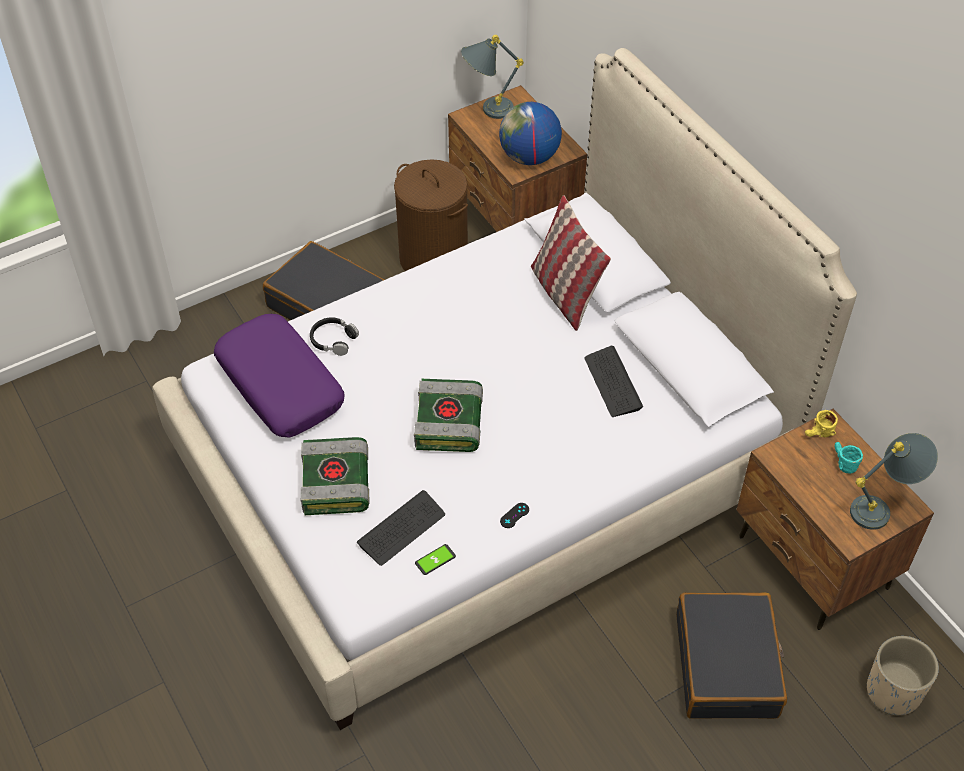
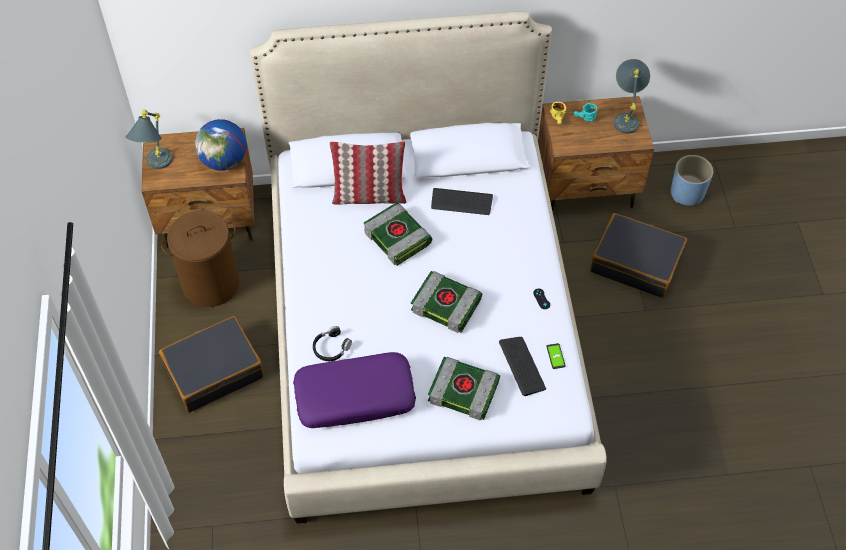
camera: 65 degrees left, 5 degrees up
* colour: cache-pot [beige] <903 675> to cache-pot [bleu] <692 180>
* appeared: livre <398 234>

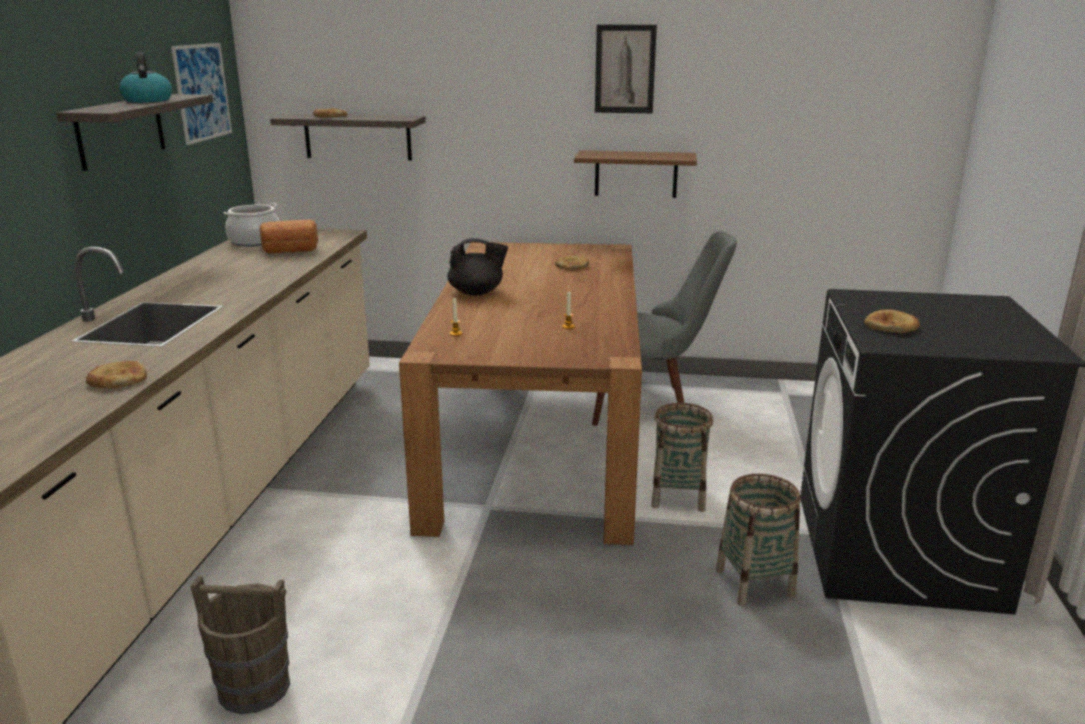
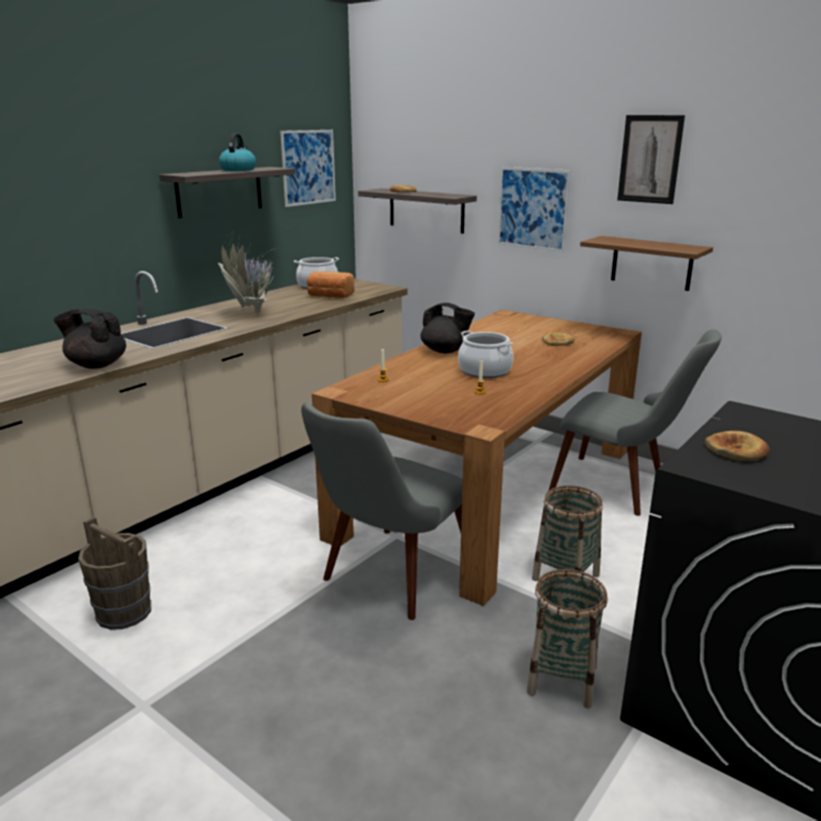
camera: 30 degrees right, 0 degrees up
* exchanged: pain <116 374> to théière [noir] <89 338>
* appeared: tableau <534 209>
* appeared: plante en pot <261 271>
* appeared: marmite <485 354>
* appeared: chaise [gris] <382 511>

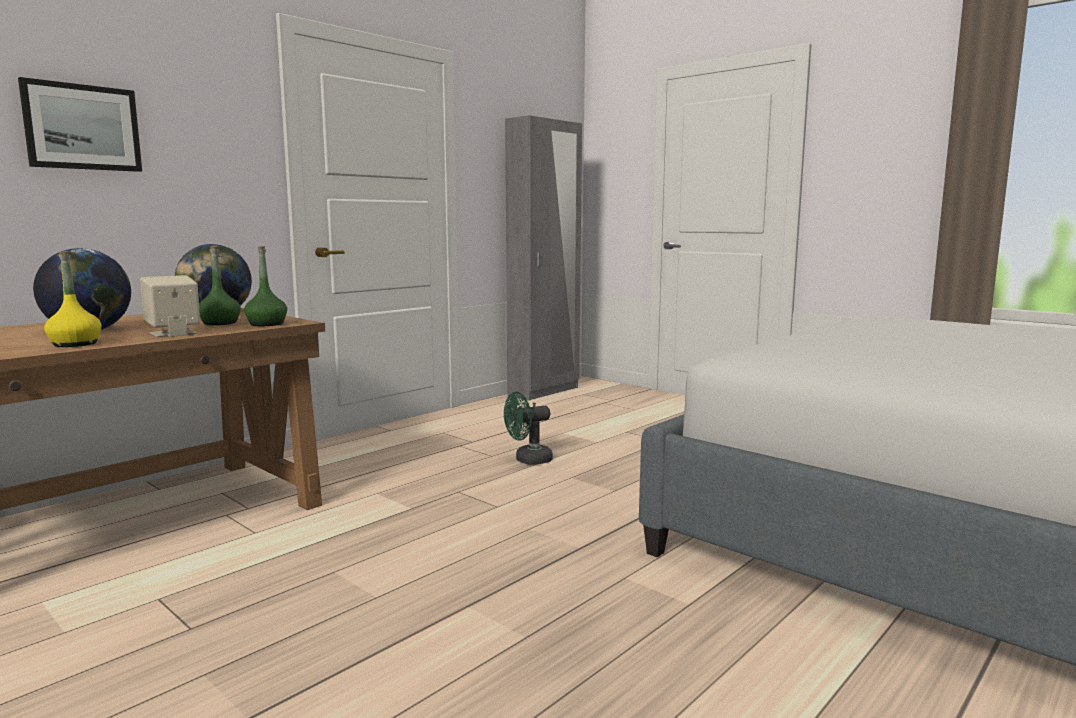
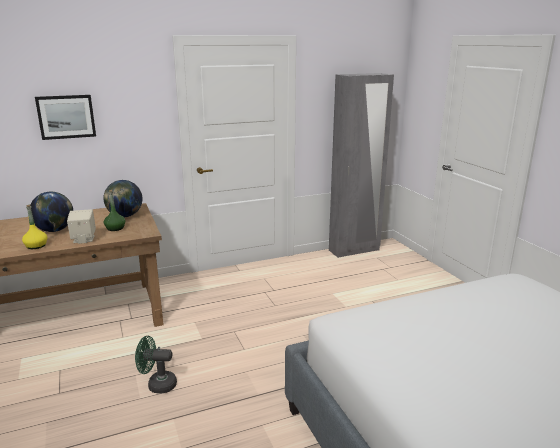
camera: 25 degrees right, 10 degrees up
* missing: bouteille [vert] <265 286>
* relocated: ventilateur [vert] <528 428> to <156 365>

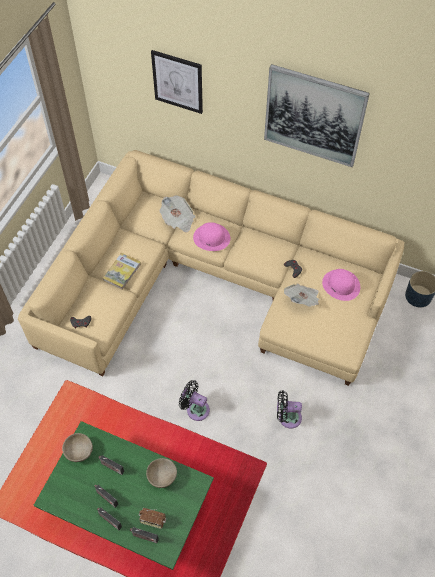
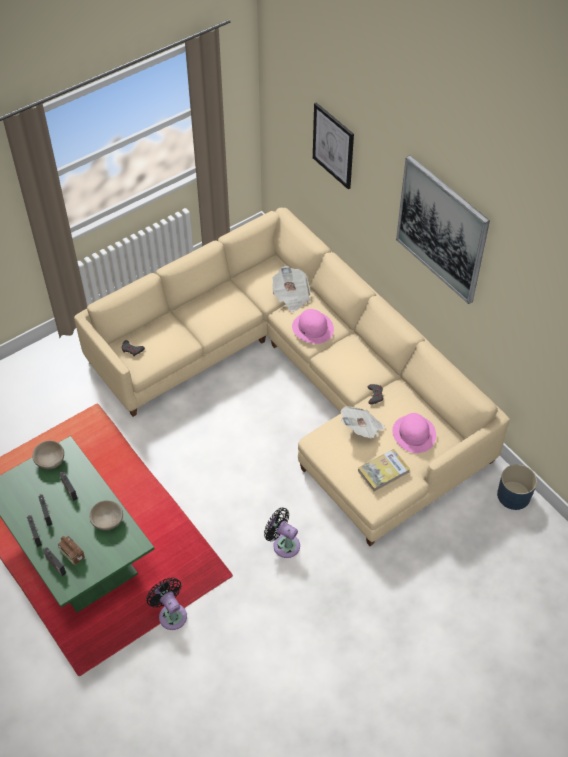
camera: 30 degrees right, 5 degrees down
* relocated: livre <122 271> to <384 470>
* relocated: ventilateur [noir] <194 400> to <166 604>

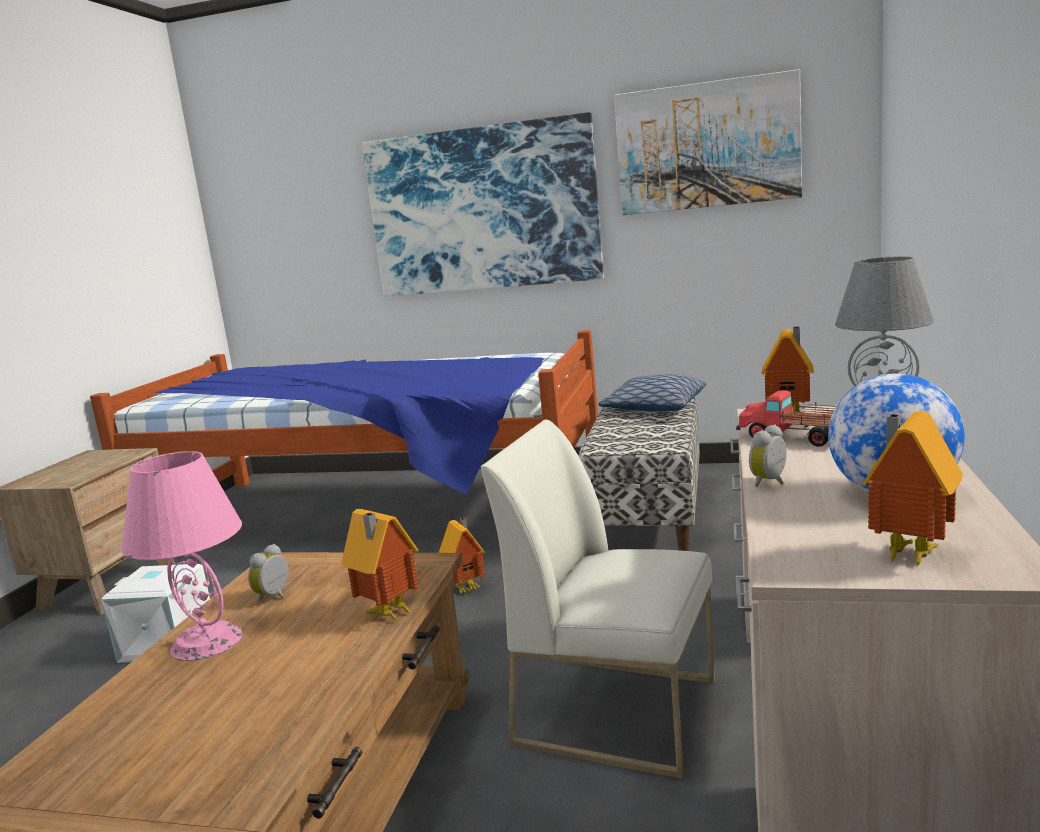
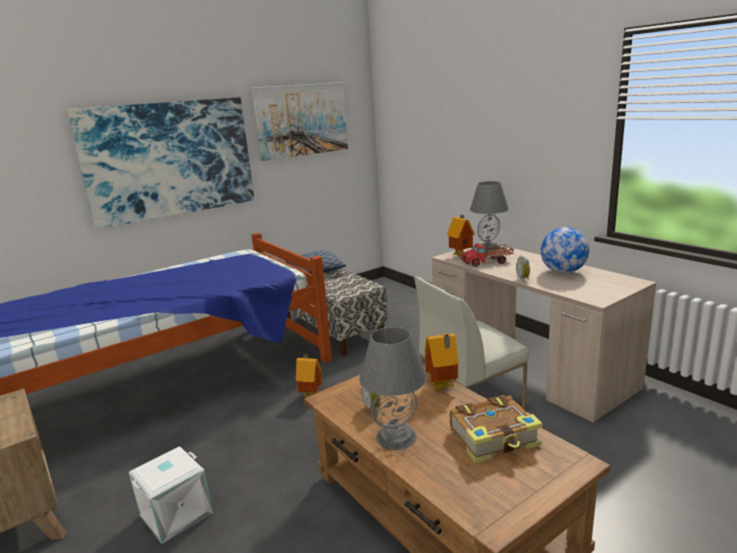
camera: 50 degrees left, 5 degrees up
* missing: maison miniature <912 490>
* colour: lampe de table [rose] <182 556> to lampe de table [gris] <393 388>
* appeared: livre <496 429>

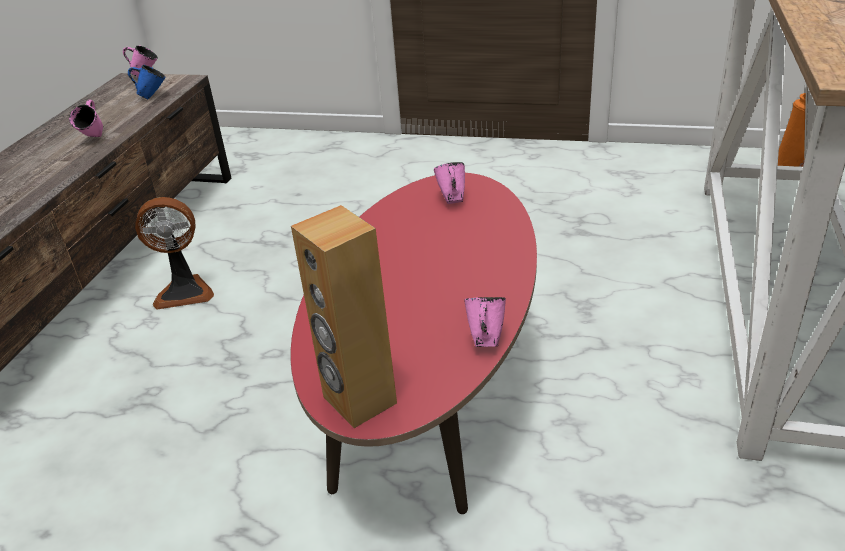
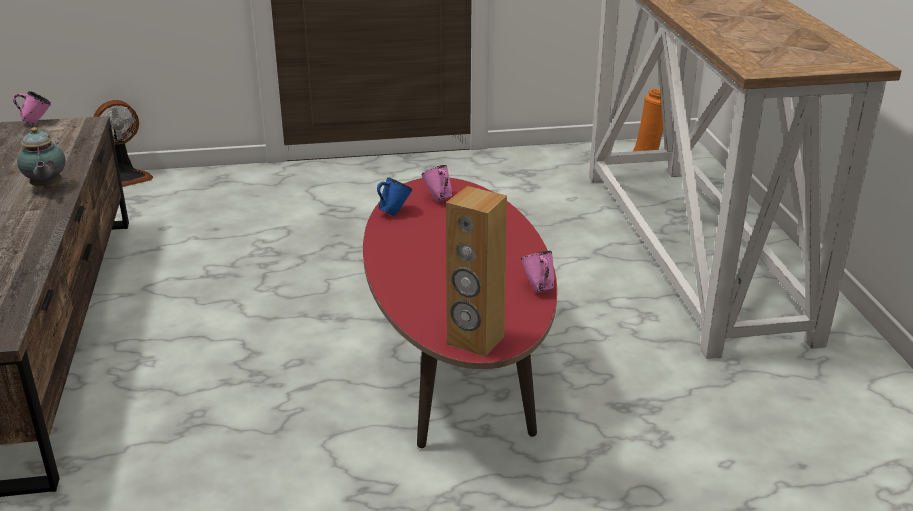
camera: 25 degrees left, 5 degrees down
* relocated: mug [bleu] <147 82> to <394 196>
* exchanged: mug [rose] <86 118> to théière <41 158>
* relocated: ventilateur <174 253> to <123 143>

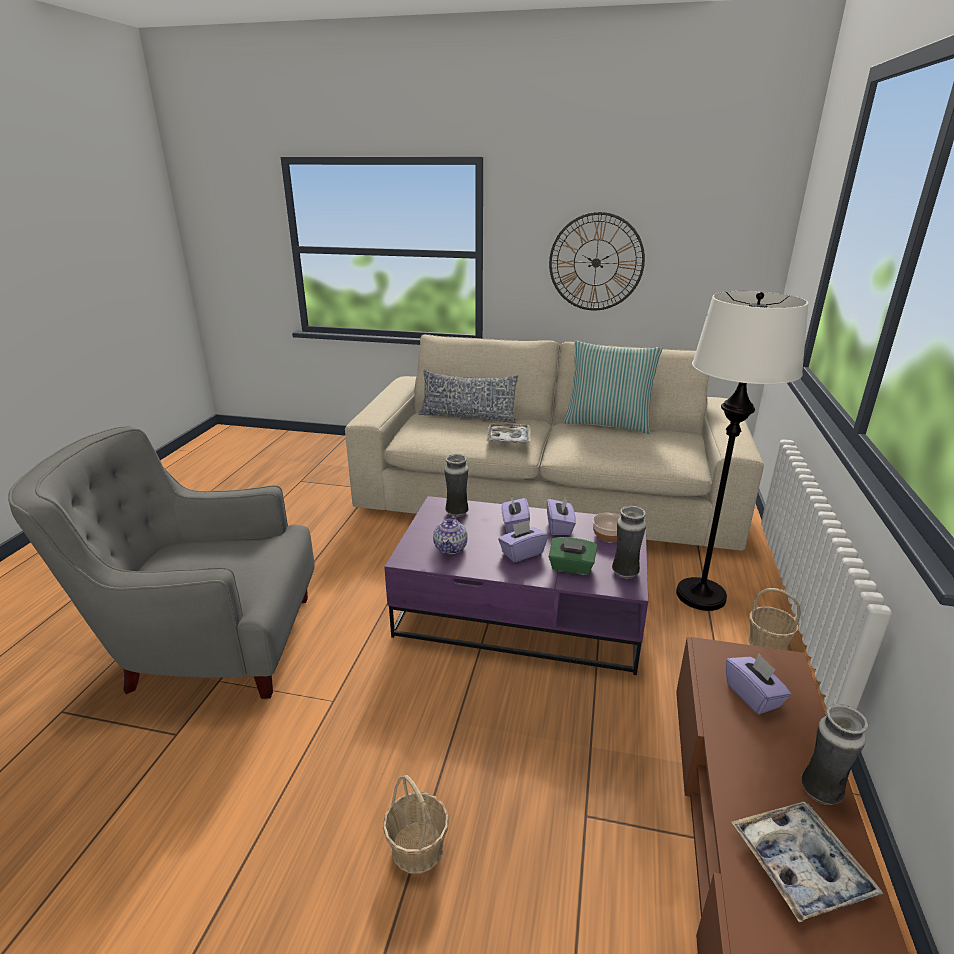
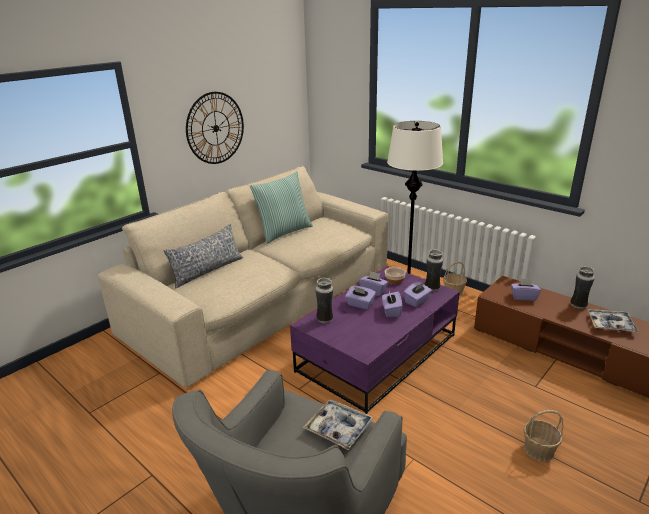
camera: 60 degrees left, 0 degrees up
* relocated: plateau <509 433> to <338 424>
* missing: théière <450 534>
* colour: boîte à mouchoirs [vert] <573 556> to boîte à mouchoirs [violet] <417 294>

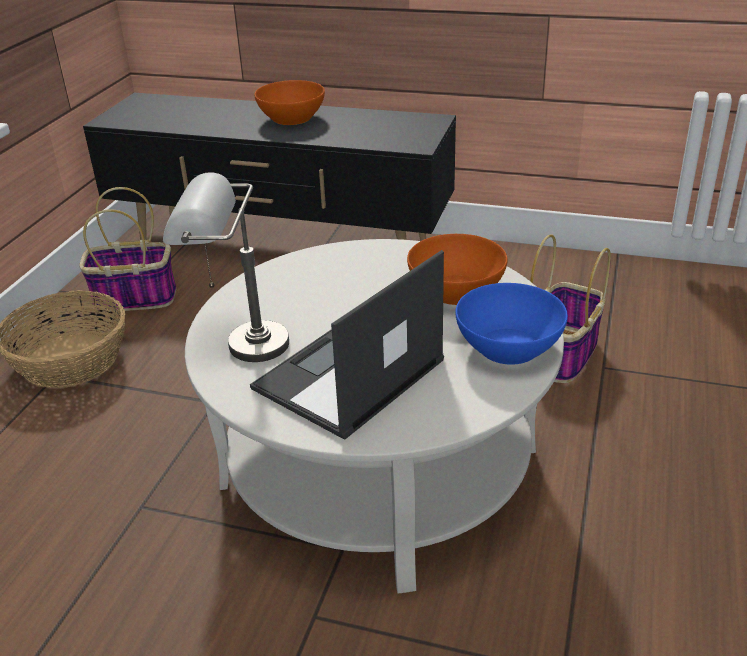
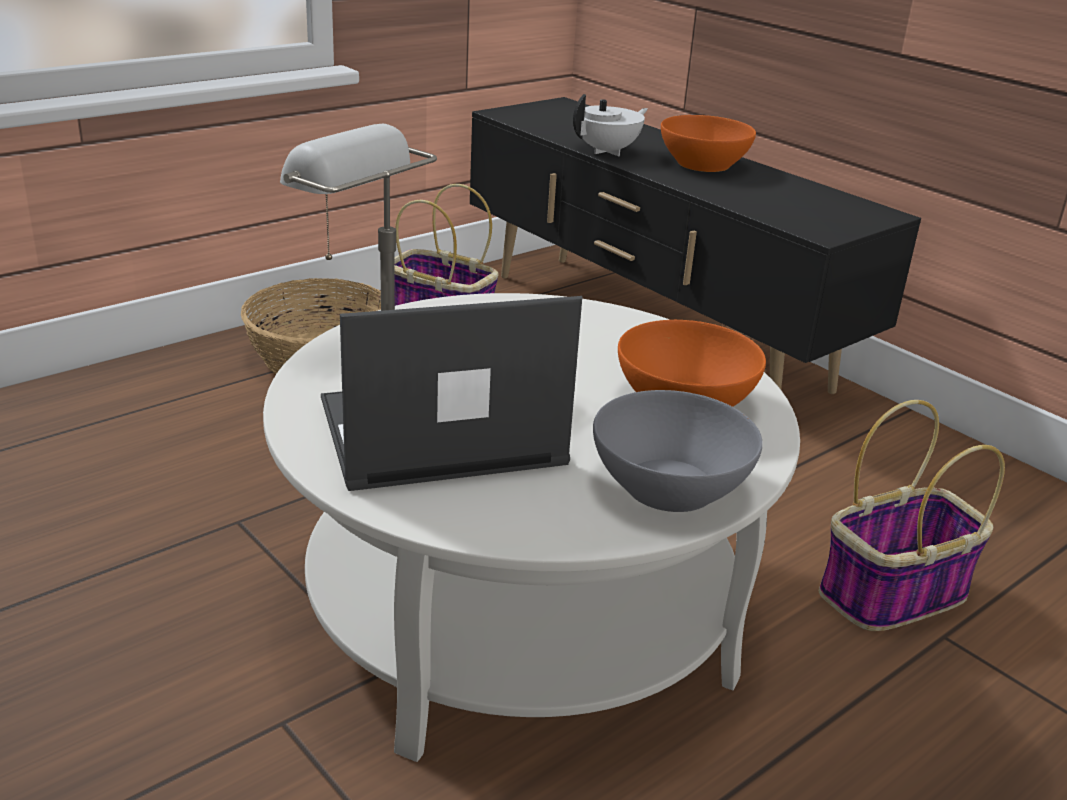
camera: 30 degrees right, 5 degrees down
* colour: bol [bleu] <511 324> to bol [gris] <678 451>
* appeared: théière [blanc] <610 125>

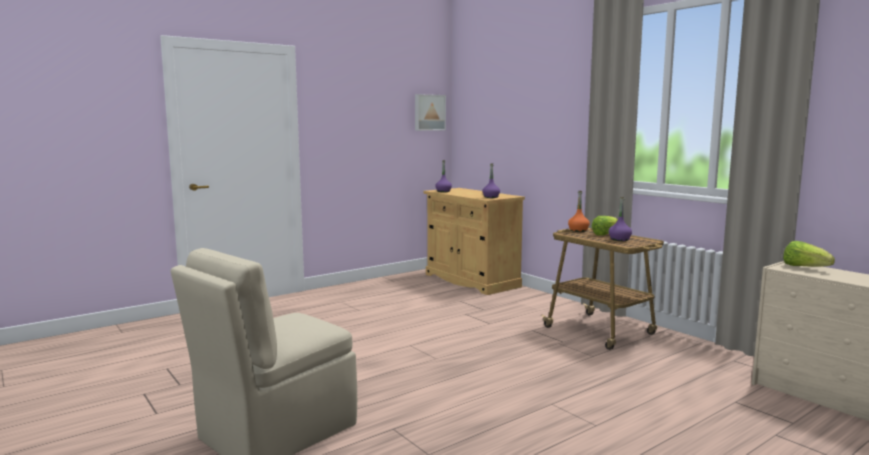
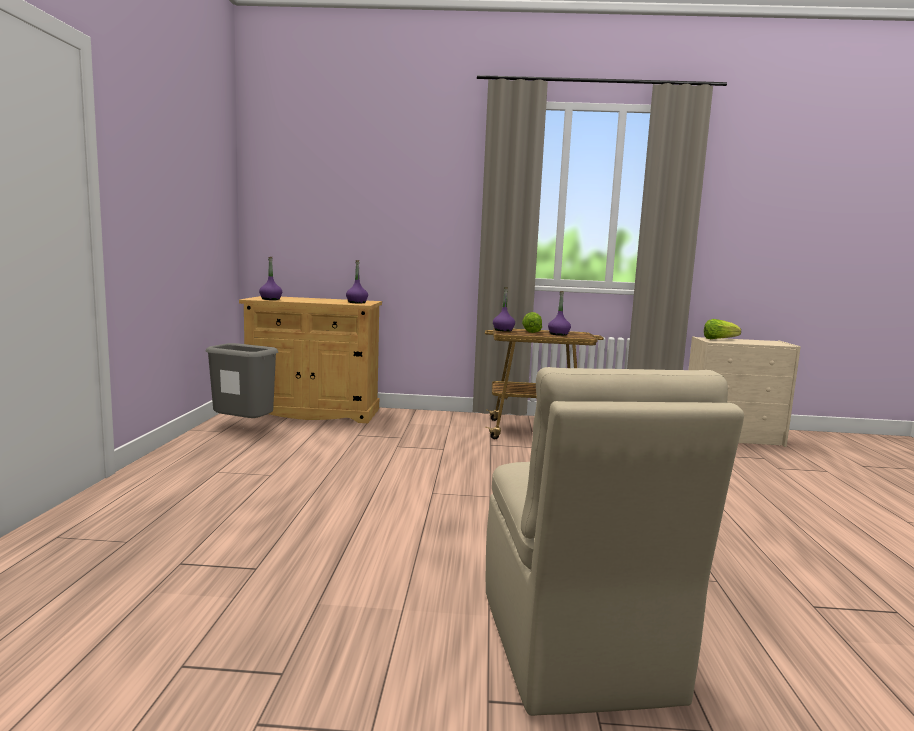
camera: 50 degrees left, 0 degrees up
* missing: tableau <430 112>
* colour: bouteille [orange] <579 211> to bouteille [violet] <504 309>
* appeared: poubelle [gris] <241 380>

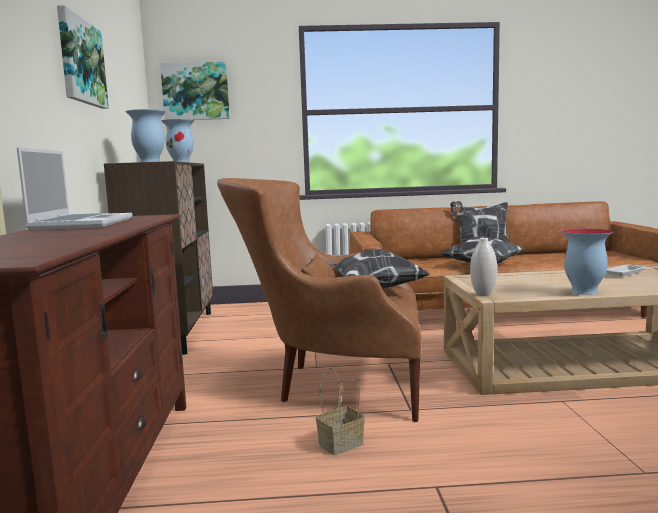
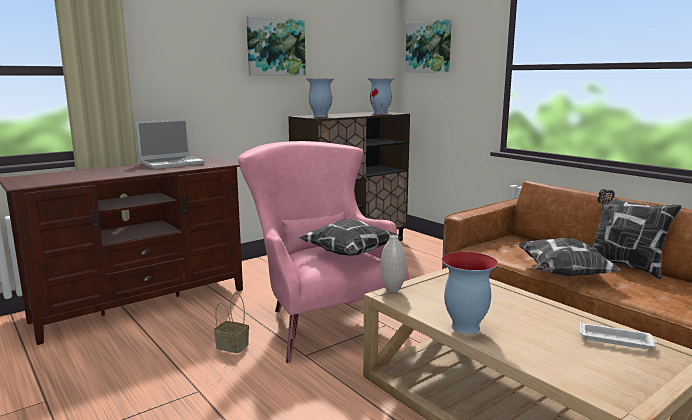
camera: 55 degrees right, 5 degrees up
* colour: fauteuil [marron] <319 300> to fauteuil [rose] <323 252>

